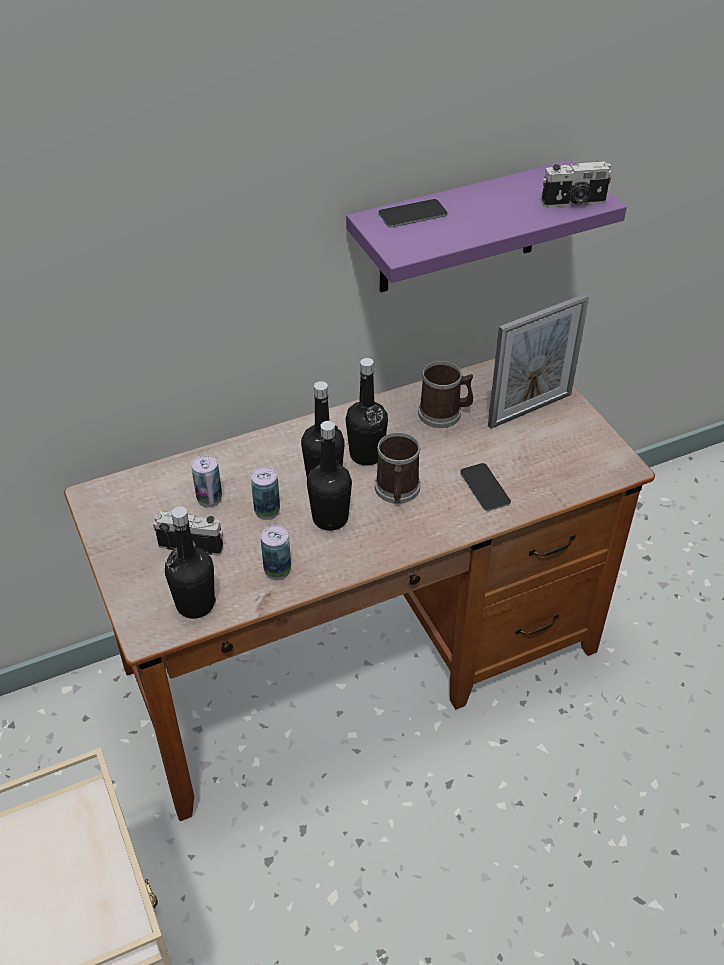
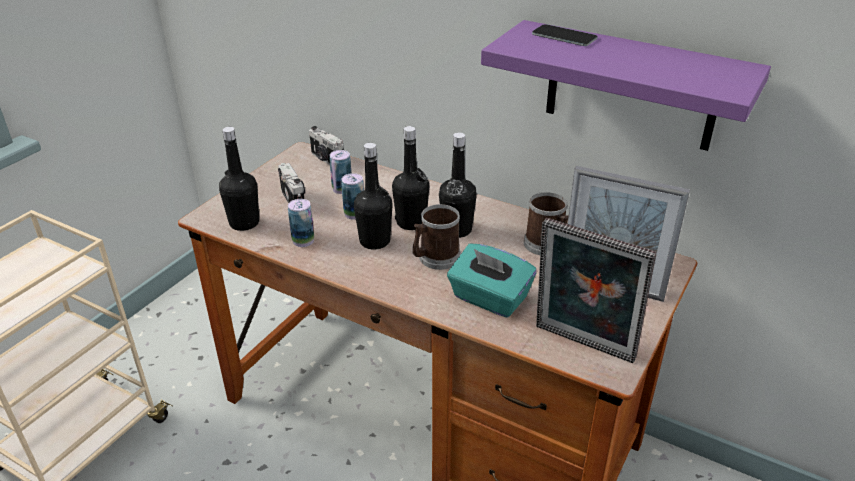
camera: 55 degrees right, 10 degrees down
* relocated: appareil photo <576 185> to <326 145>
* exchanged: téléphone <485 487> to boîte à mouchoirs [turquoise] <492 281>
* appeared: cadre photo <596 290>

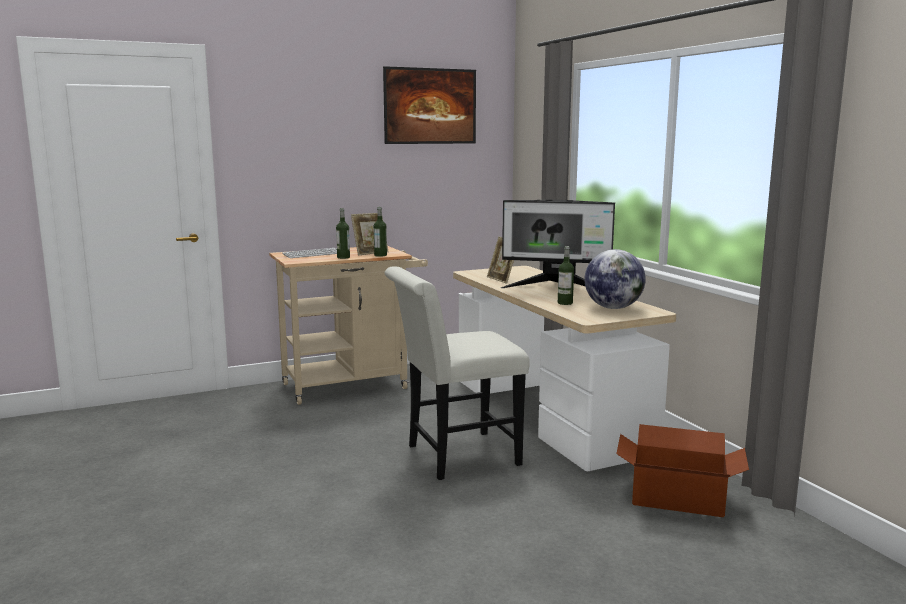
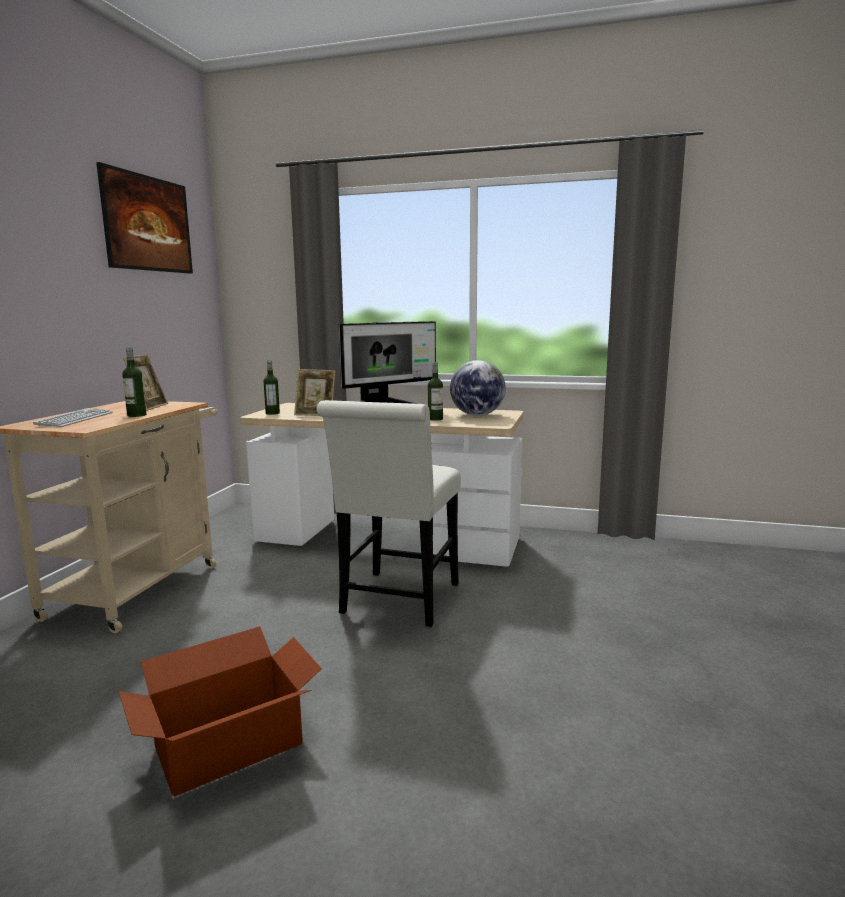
camera: 50 degrees left, 0 degrees up
* relocated: bouteille <380 232> to <271 387>
* relocated: carton <682 470> to <220 712>

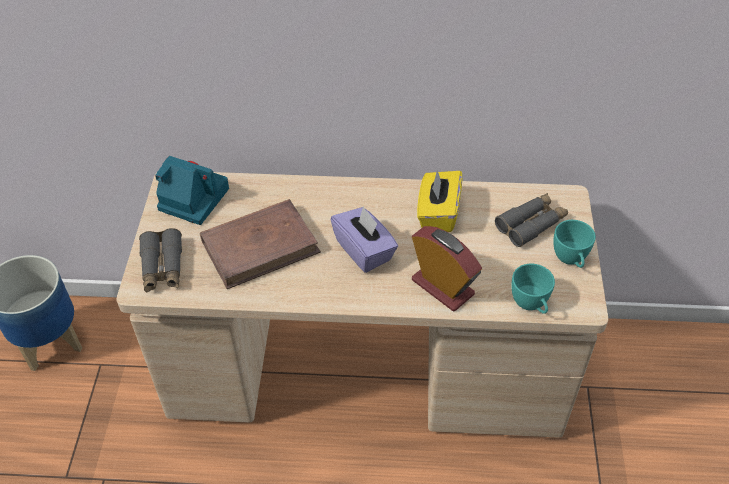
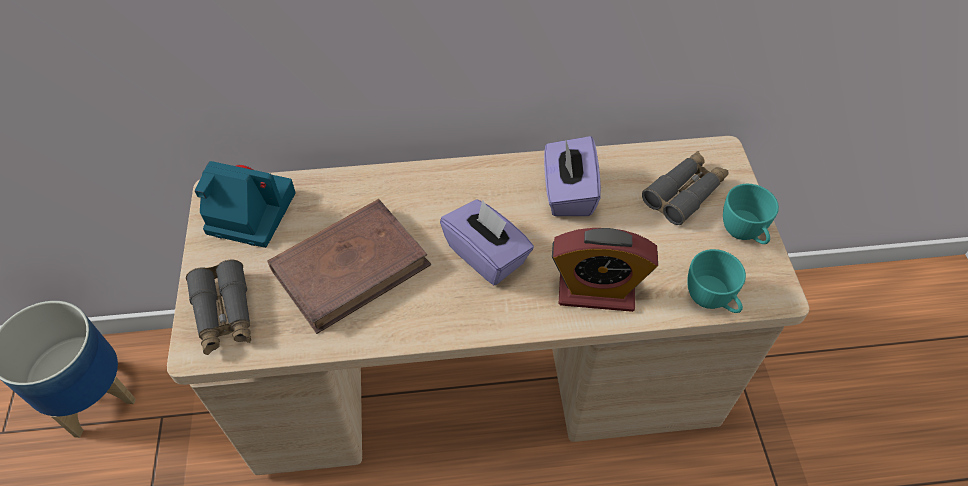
camera: 10 degrees left, 5 degrees up
* colour: boîte à mouchoirs [jaune] <439 201> to boîte à mouchoirs [violet] <572 176>
* spun: réveil <447 268> = <605 270> 150 degrees clockwise

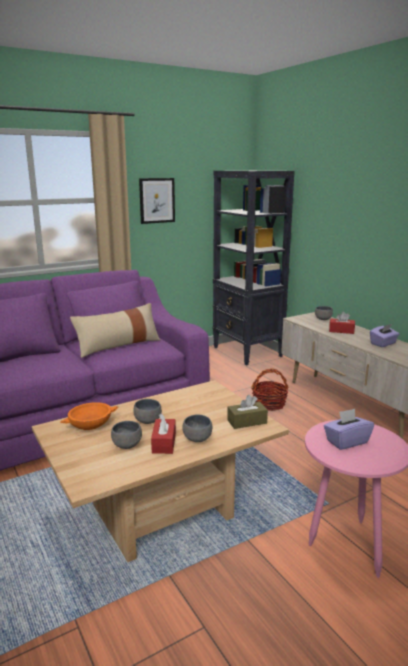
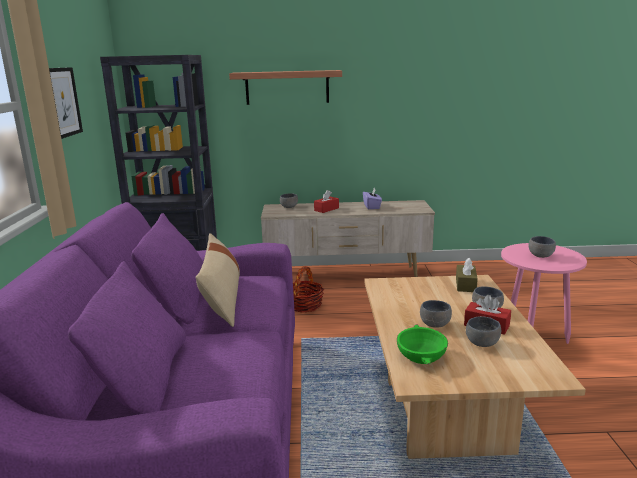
camera: 60 degrees left, 0 degrees up
* colour: bol [orange] <89 416> to bol [vert] <422 344>
* exchanged: boîte à mouchoirs [violet] <349 429> to bol [gris] <542 247>
* appeared: étagère <285 87>

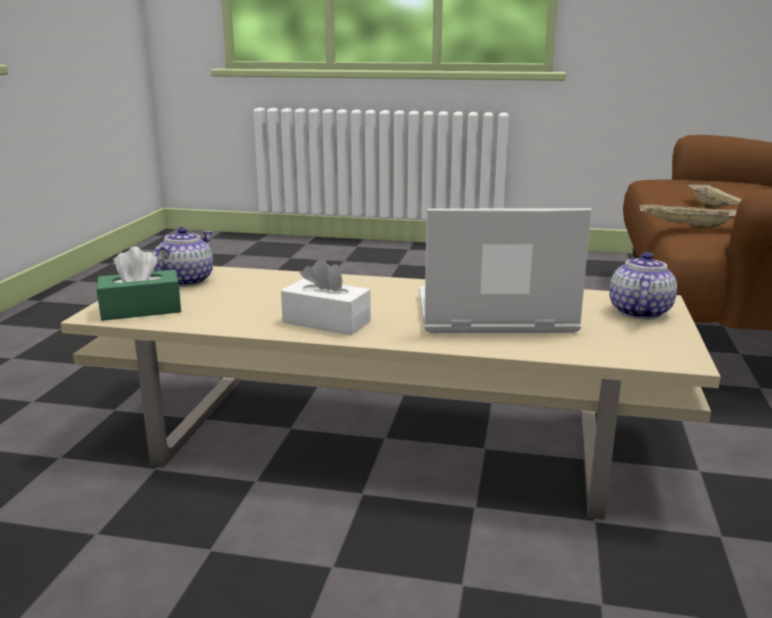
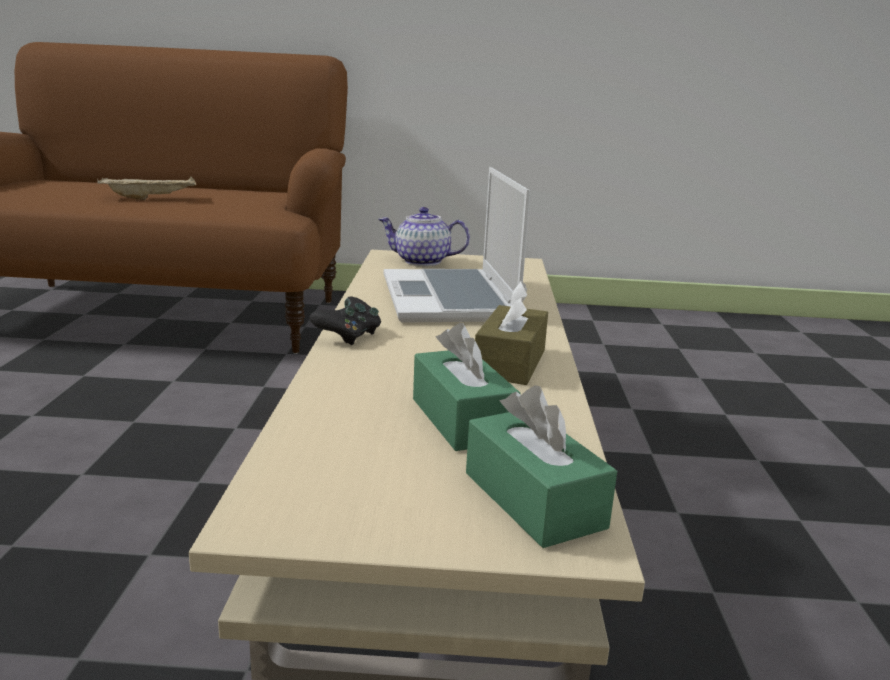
camera: 100 degrees left, 0 degrees up
* missing: plateau [beige] <688 216>
* missing: théière <182 257>
* colour: boîte à mouchoirs [blanc] <326 296> to boîte à mouchoirs [marron] <511 333>
* appeared: manette [noir] <345 320>
* appeared: boîte à mouchoirs [vert] <467 387>

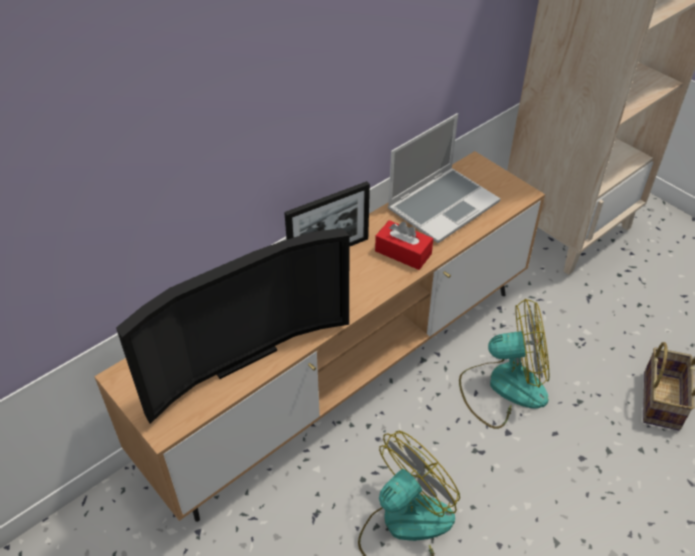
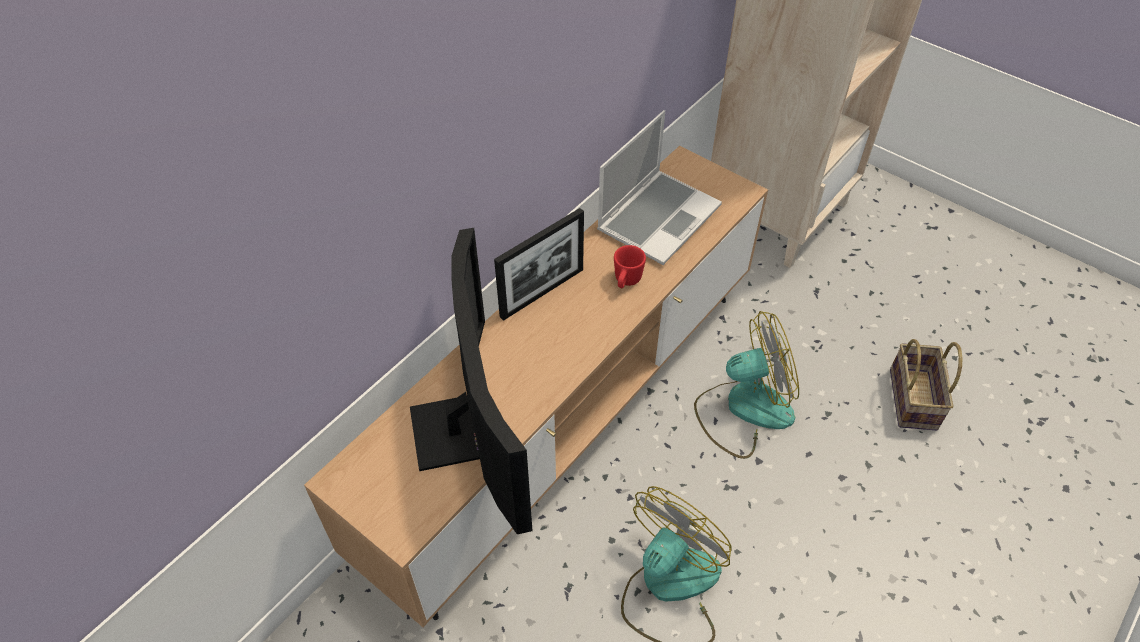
camera: 10 degrees left, 5 degrees up
* exchanged: boîte à mouchoirs [rouge] <404 245> to mug [rouge] <630 266>
* spun: téléviseur <232 326> = <471 381> 60 degrees counterclockwise

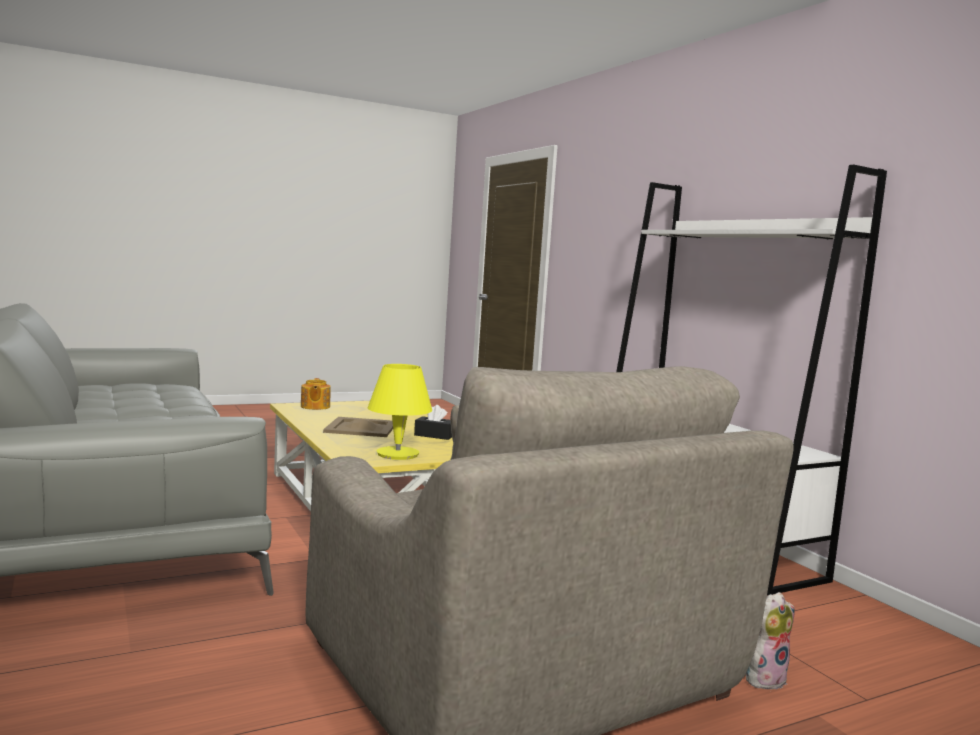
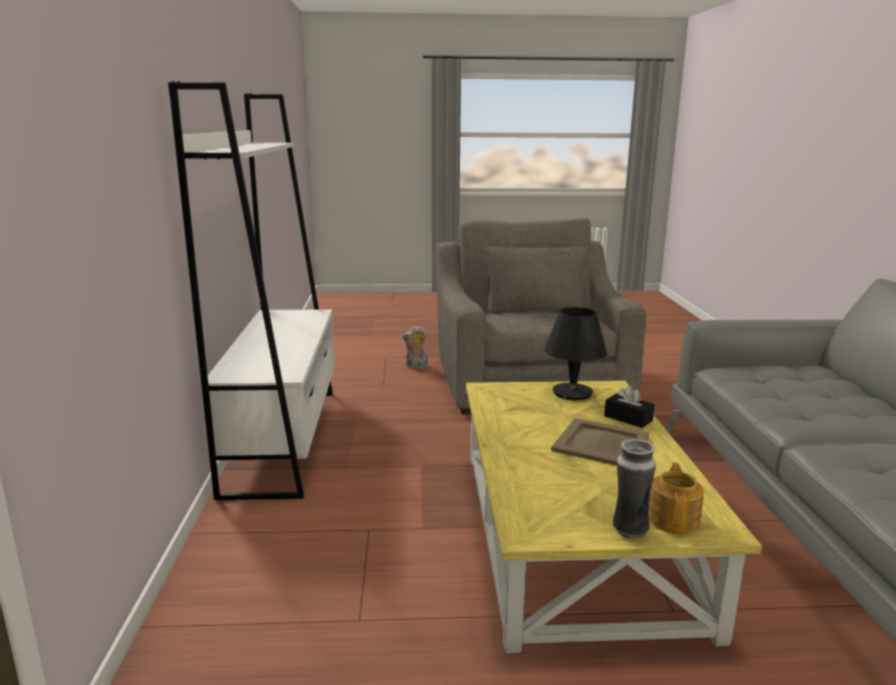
camera: 155 degrees left, 10 degrees up
* colour: lampe de table [jaune] <400 412> to lampe de table [noir] <575 353>
* relocated: boîte à mouchoirs [noir] <433 422> to <629 406>
* appeared: vase <634 489>

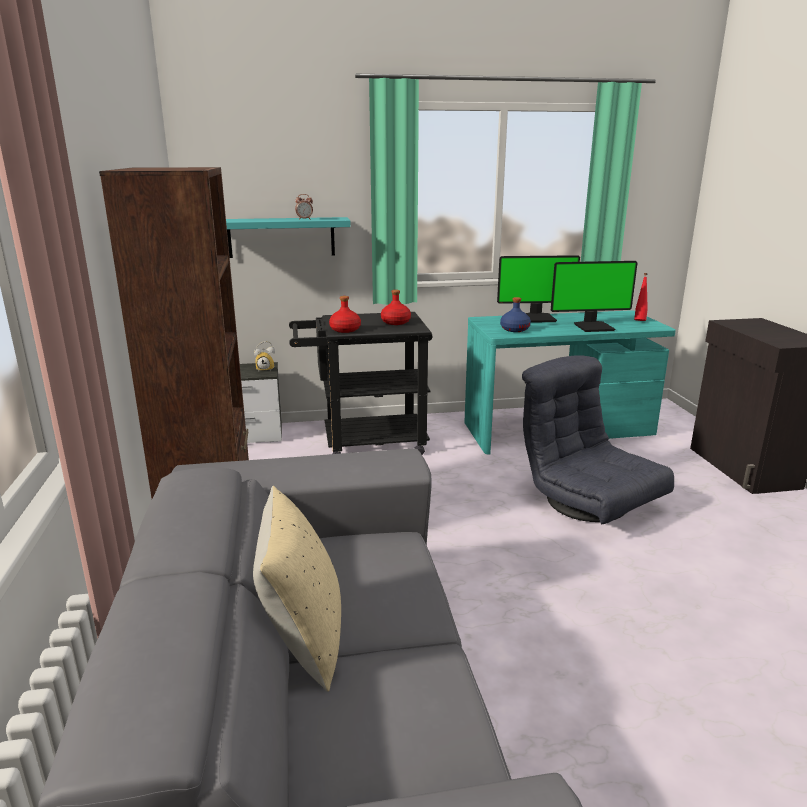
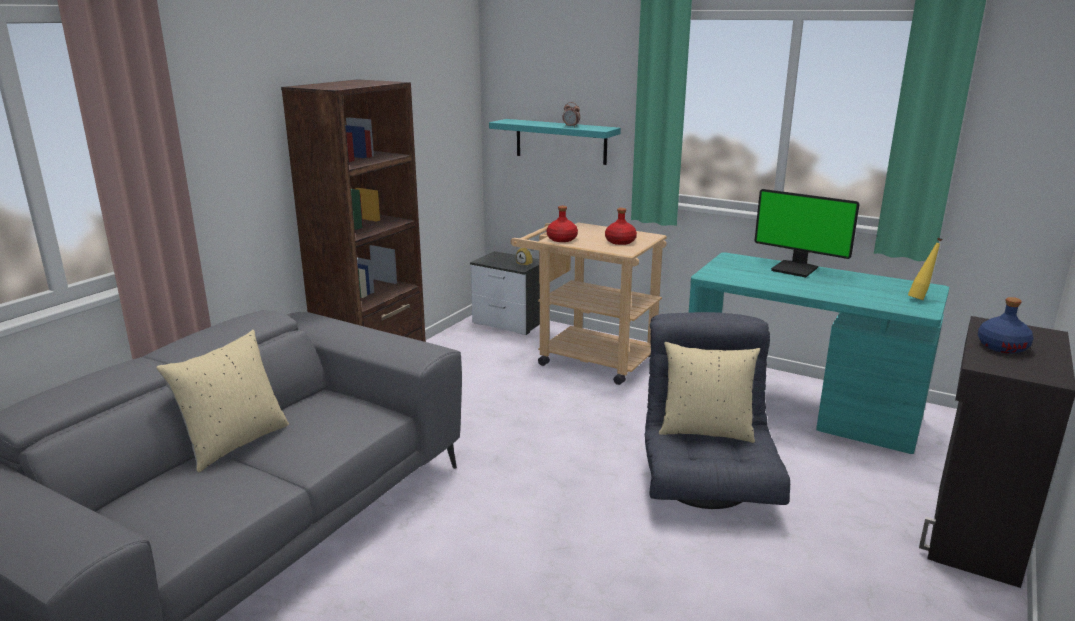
camera: 40 degrees right, 0 degrees up
* missing: écran d'ordinateur <594 296>
* colour: bouteille [rouge] <641 297> to bouteille [jaune] <925 269>
* relocated: bouteille [bleu] <515 314> to <1005 325>
* colour: chariot [noir] <361 383> to chariot [beige] <589 304>
* appeared: coussin [beige] <709 392>

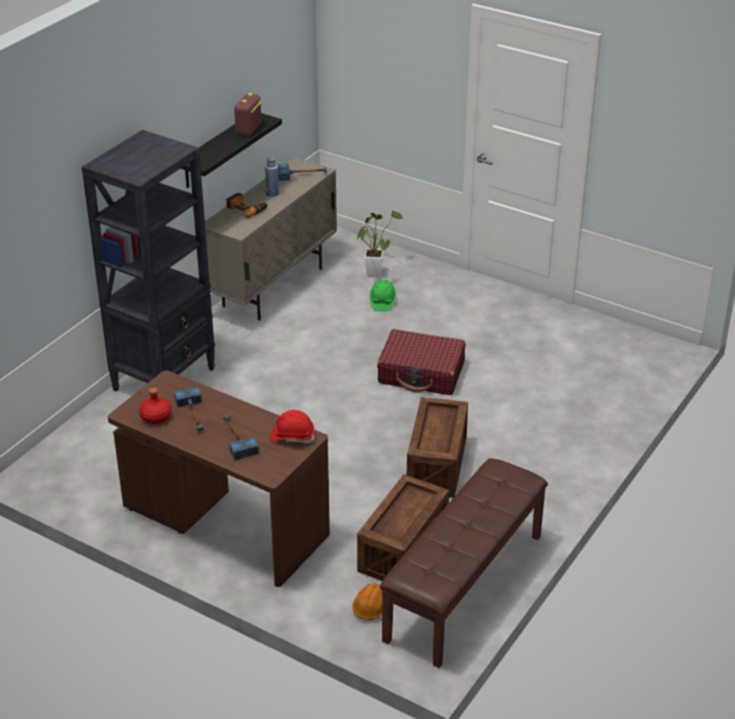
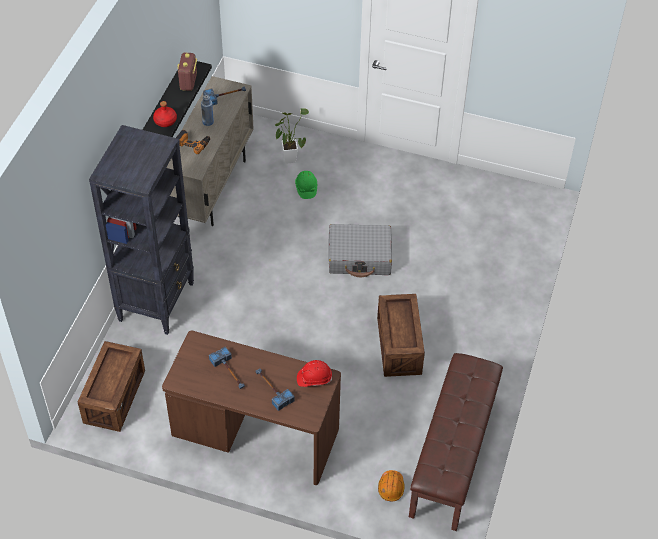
camera: 15 degrees left, 15 degrees up
* colour: valise [rouge] <421 362> to valise [gris] <360 250>
* relocated: bouteille [rouge] <155 406> to <165 114>
* relocated: caisse <403 527> to <111 386>

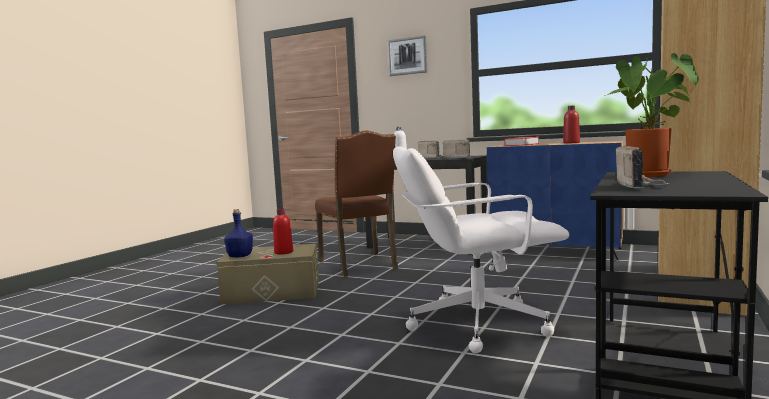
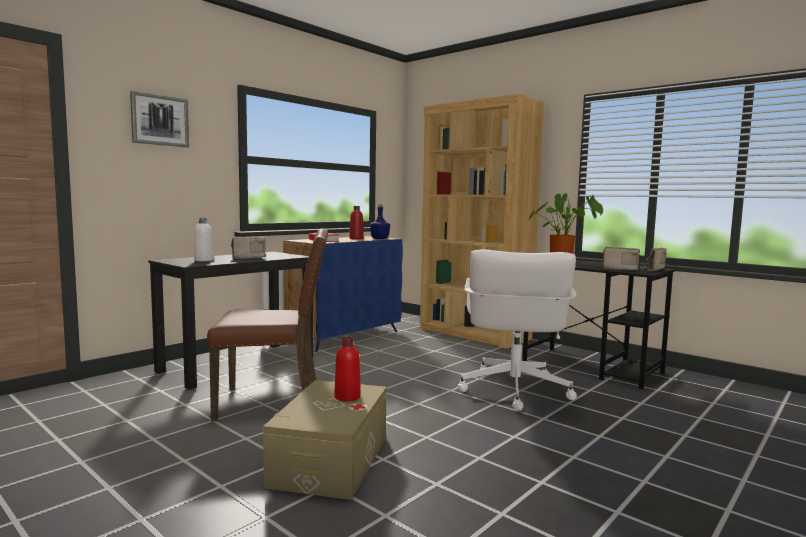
camera: 75 degrees left, 0 degrees up
* relocated: radio <456 149> to <653 259>
* relocated: bouteille [bleu] <238 233> to <380 221>

